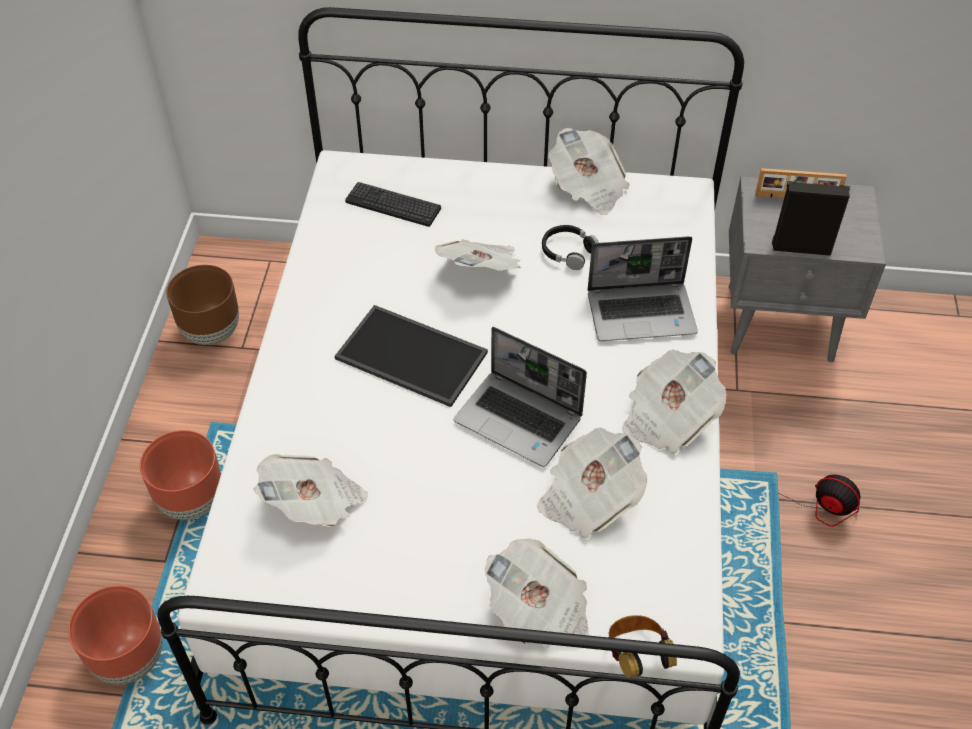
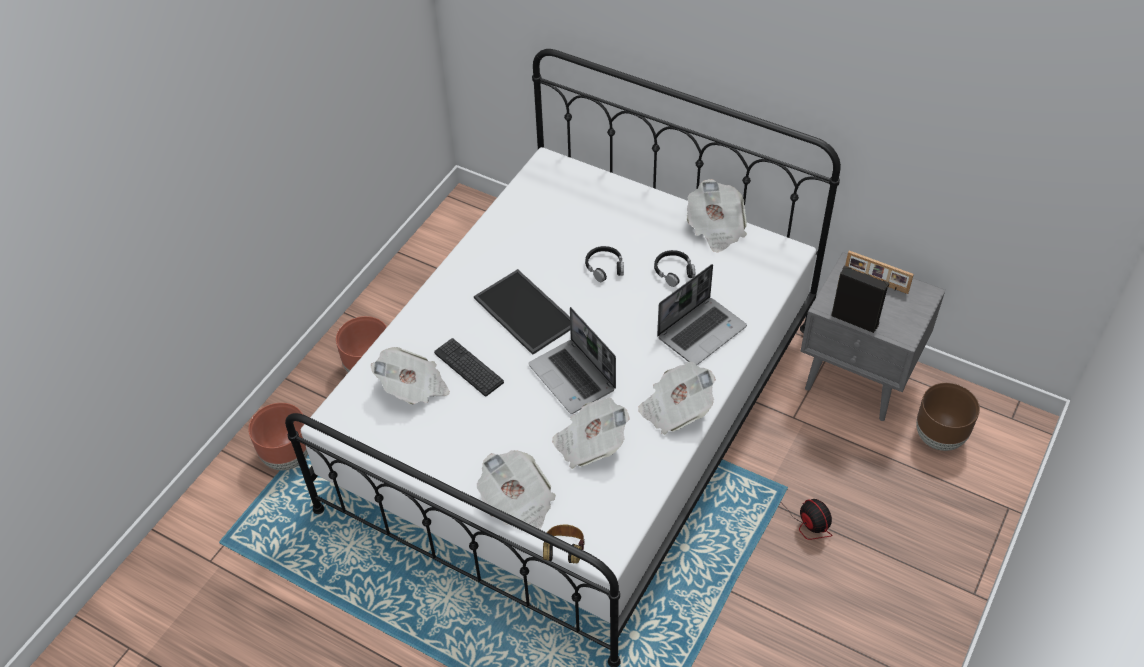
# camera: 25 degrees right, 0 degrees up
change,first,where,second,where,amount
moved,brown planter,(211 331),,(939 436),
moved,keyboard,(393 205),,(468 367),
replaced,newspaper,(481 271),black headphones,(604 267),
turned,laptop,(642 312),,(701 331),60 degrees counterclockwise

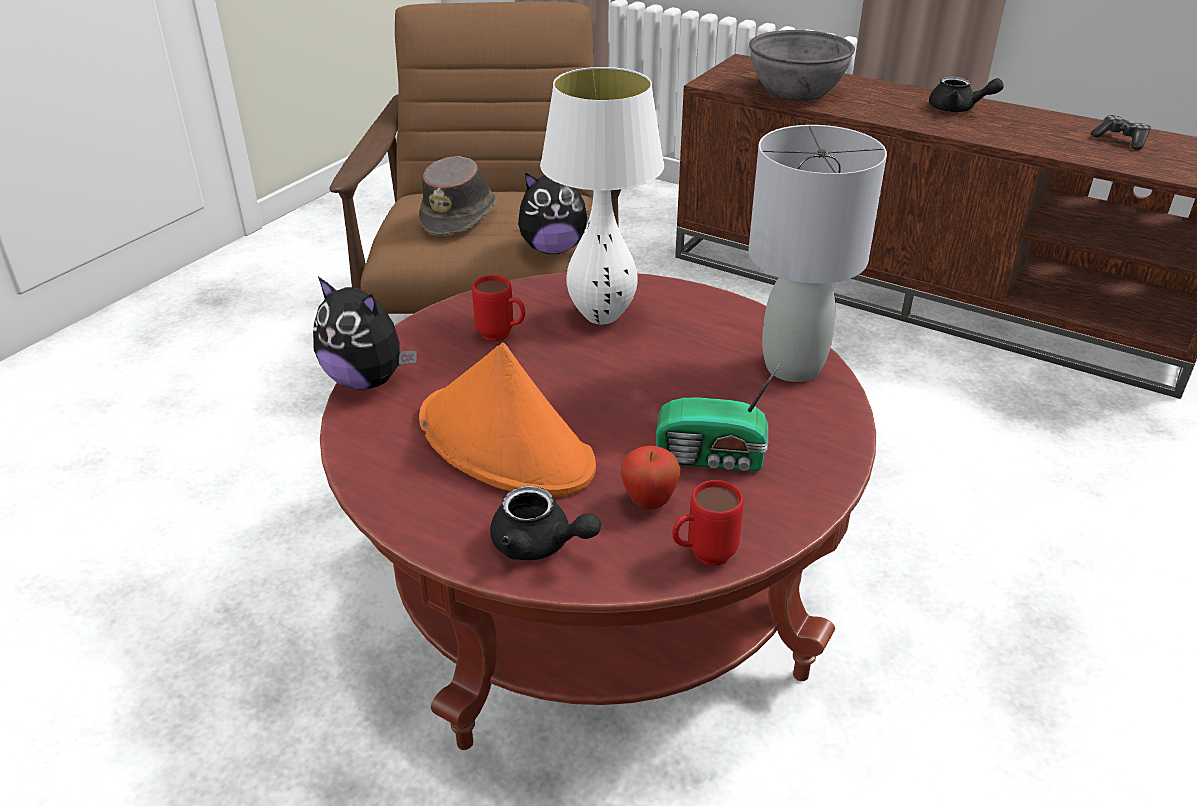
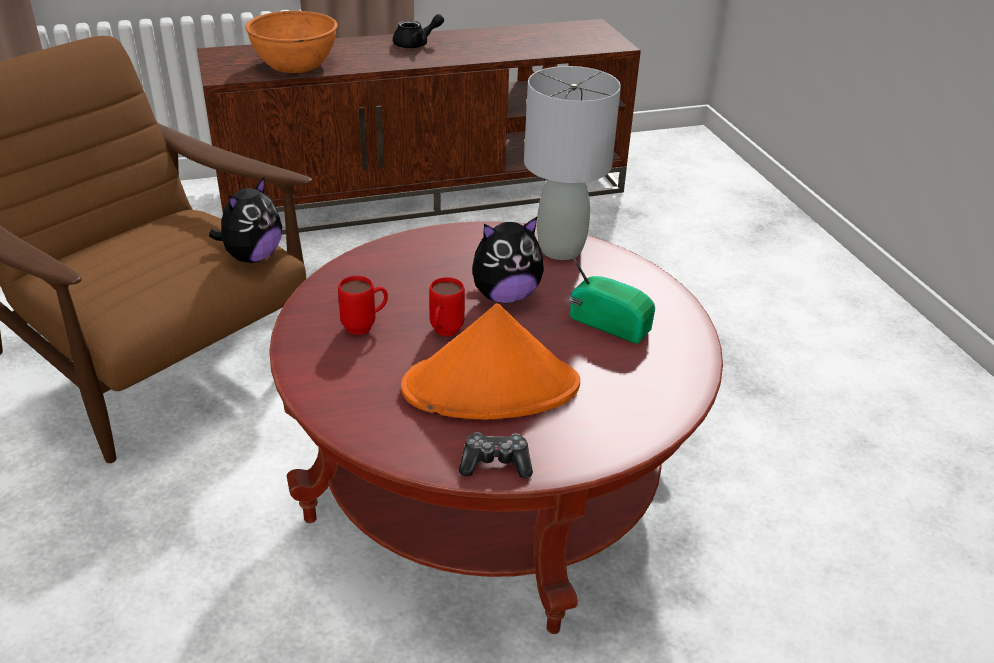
# camera: 50 degrees left, 0 degrees up
change,first,where,second,where,amount
moved,plush toy,(367 380),,(505 296),
removed,brown hat,(460 216),,,
removed,black teapot,(540 545),,,
removed,white table lamp,(602 316),,,
removed,apple,(649 502),,,
turned,radio,(713 458),,(608 323),105 degrees counterclockwise
moved,red mug,(702 556),,(444 333),
recoloured,grey bowl,(796 91),orange bowl,(295 64),
moved,game controller,(1120 140),,(495 463),

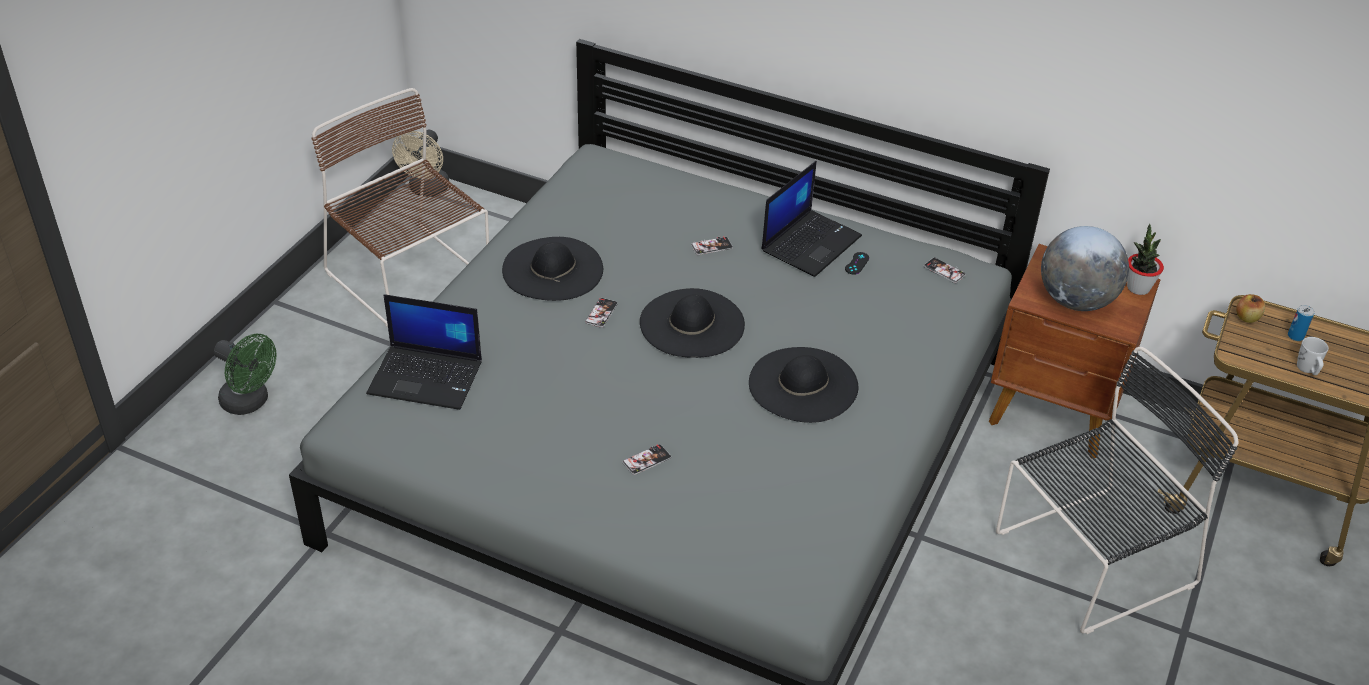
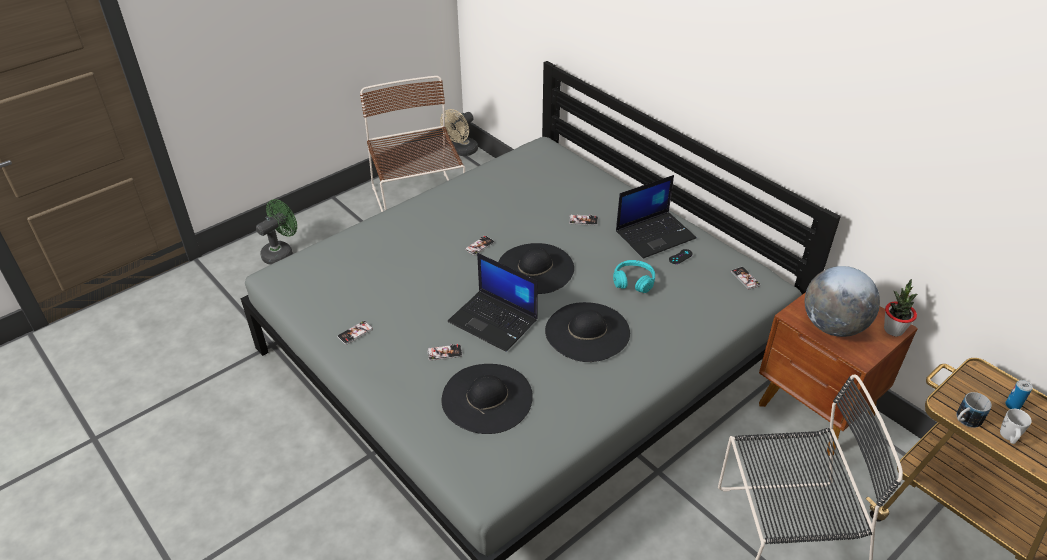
# camera: 25 degrees right, 0 degrees up
change,first,where,second,where,amount
turned,green fan,(250 402),,(281 253),105 degrees counterclockwise
moved,laptop,(427 377),,(494 321),
moved,black hat,(552 269),,(487 398),
removed,apple,(1247 317),,,
added,,,phone,(355 333),
added,,,turquoise headphones,(633 281),
added,,,mug,(965 420),

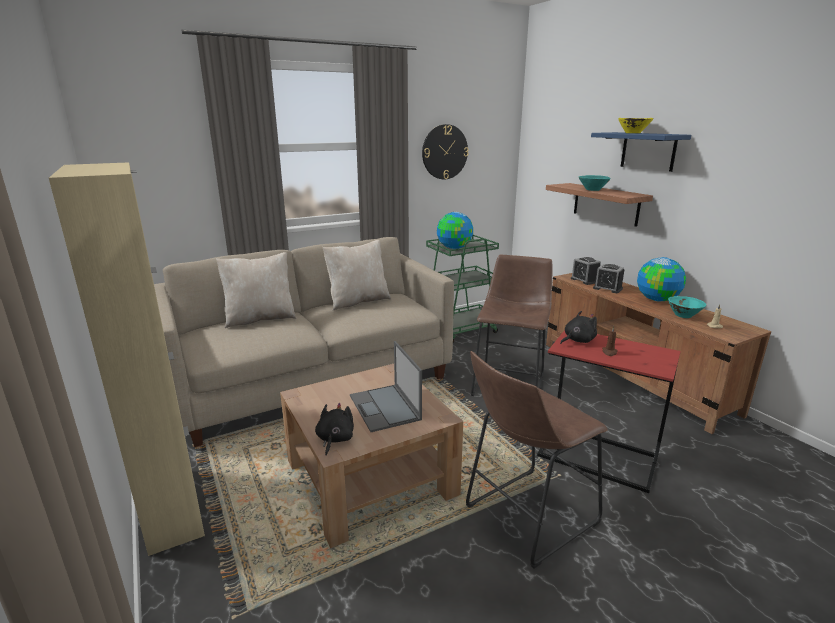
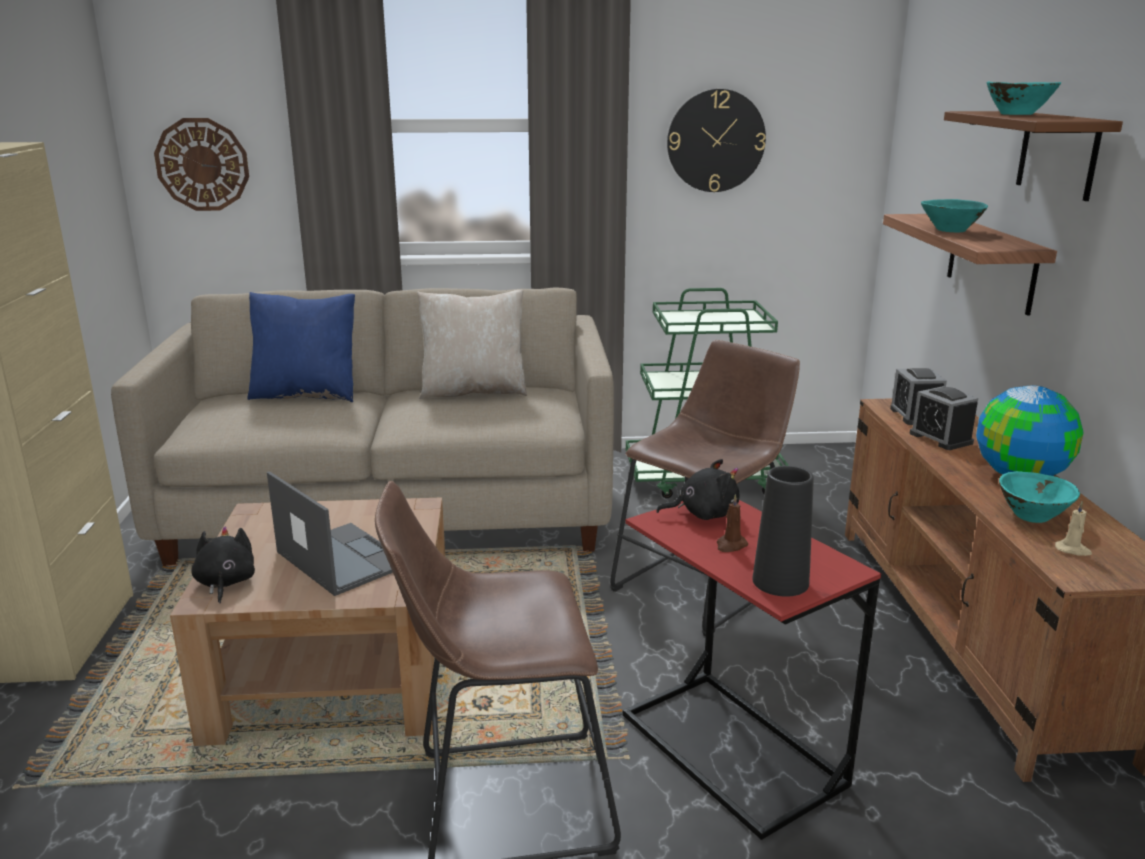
# camera: 25 degrees right, 0 degrees up
change,first,where,second,where,amount
recoloured,beige pillow,(260 319),blue pillow,(306 395),
turned,black plush toy,(334 439),,(225 583),45 degrees counterclockwise
turned,laptop,(385 408),,(341 558),135 degrees clockwise
removed,globe,(454 248),,,
recoloured,blue shelf,(648 151),brown shelf,(1058 154),
recoloured,yellow bowl,(633 133),turquoise bowl,(1018 114),
added,,,wall clock,(202 164),
added,,,black vase,(780 581),

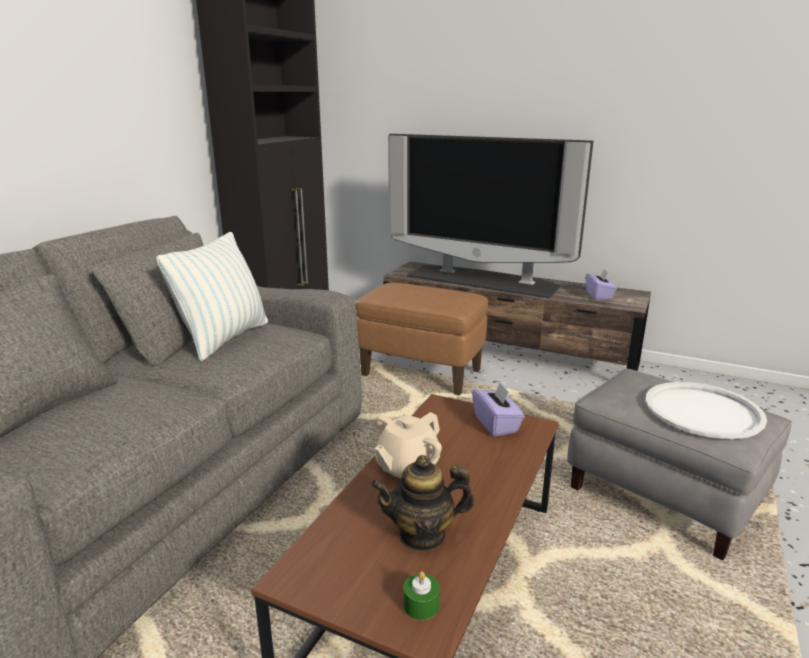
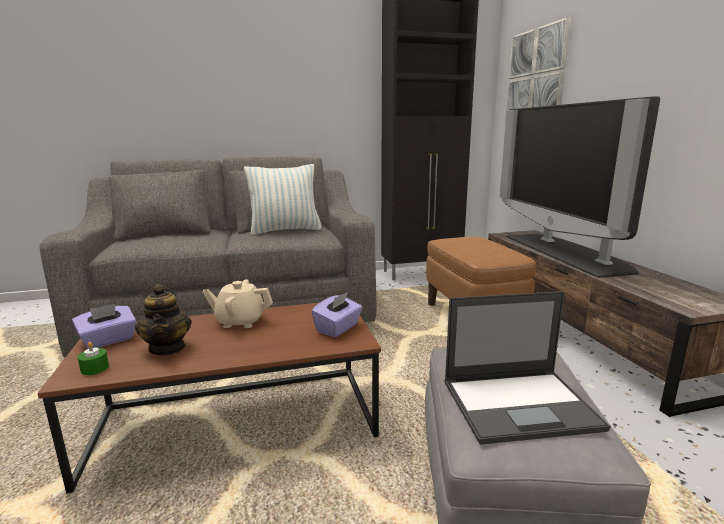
# camera: 50 degrees right, 5 degrees down
change,first,where,second,where,amount
turned,teapot,(422 535),,(168 348),150 degrees counterclockwise
moved,purple tissue box,(599 296),,(108 340),
replaced,white tray,(702 411),laptop,(521 404),
added,,,picture,(536 75),

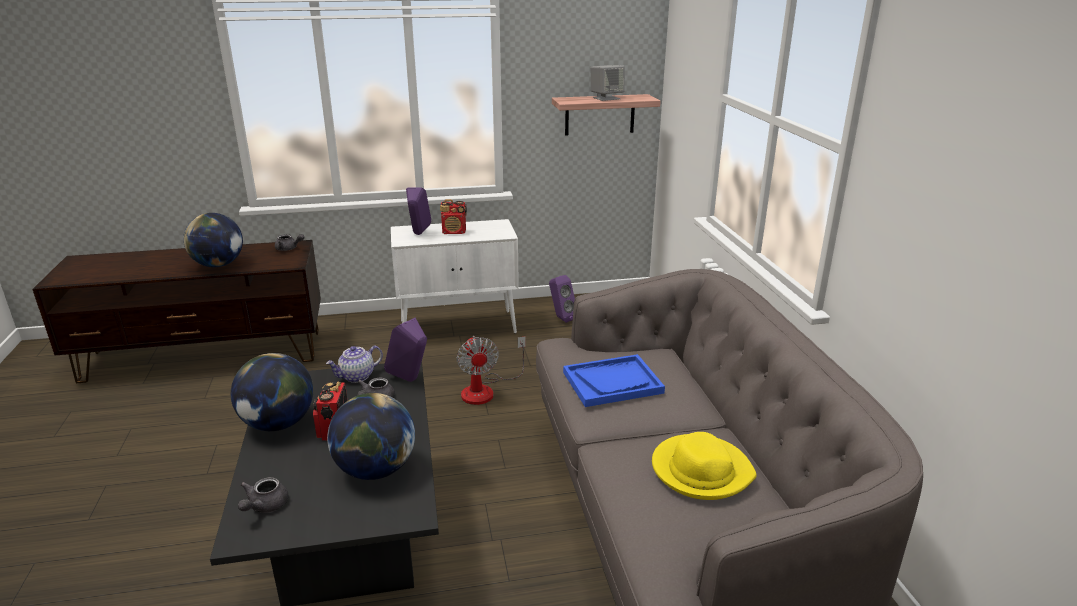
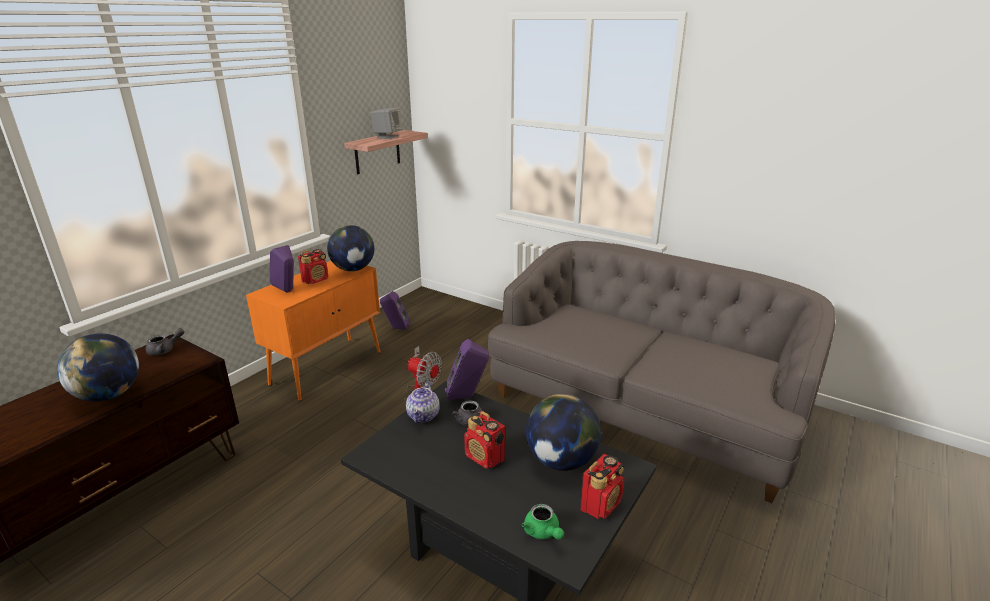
# camera: 45 degrees left, 0 degrees up
change,first,where,second,where,amount
moved,globe,(278 424),,(353 269),
recoloured,grey teapot,(264 506),green teapot,(543 532),
recoloured,white cabinet,(459 327),orange cabinet,(327 367),
removed,blue tray,(612 382),,,
removed,yellow hat,(701 470),,,
added,,,radio,(601 505),

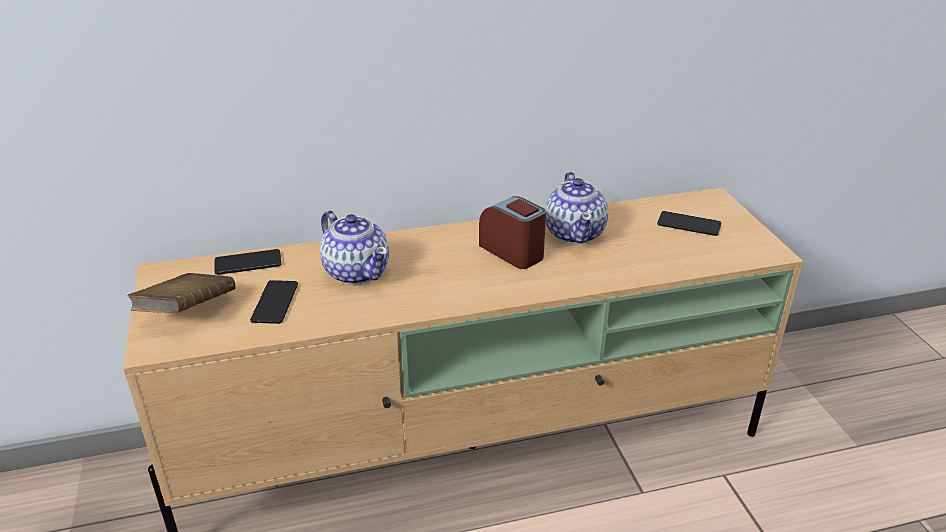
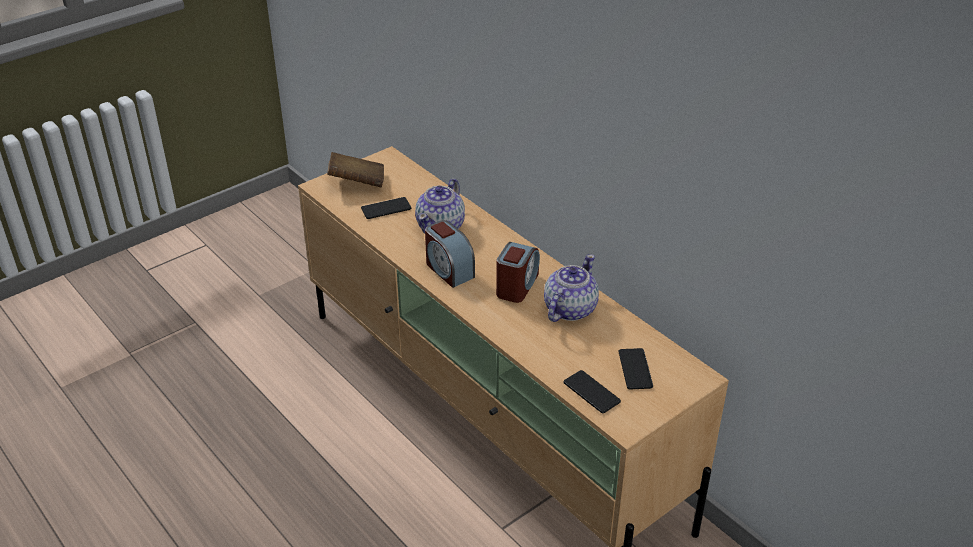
# camera: 65 degrees right, 5 degrees up
change,first,where,second,where,amount
moved,phone,(248 263),,(591 392),
turned,teapot,(575 233),,(569 309),150 degrees clockwise
added,,,alarm clock,(448 270),

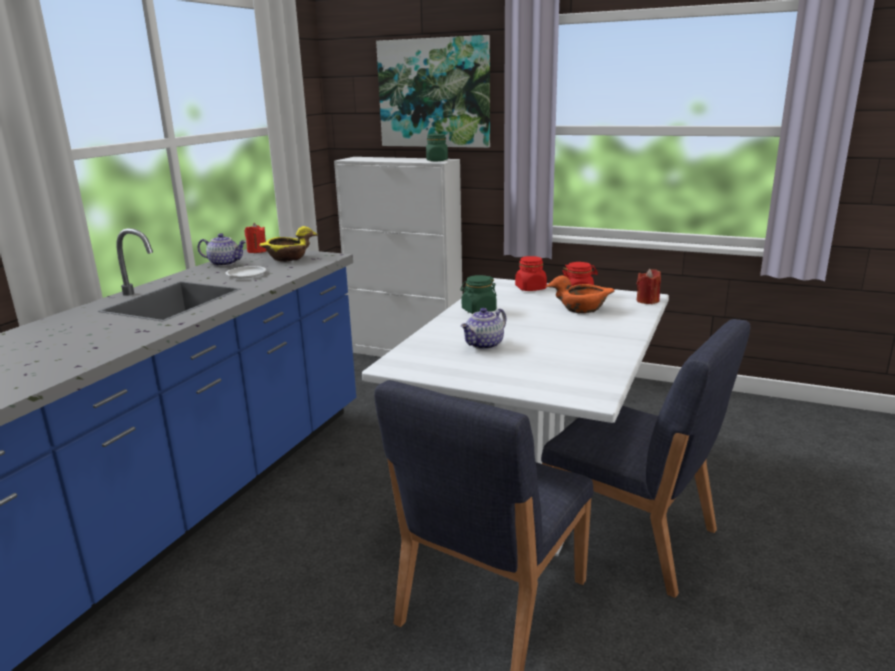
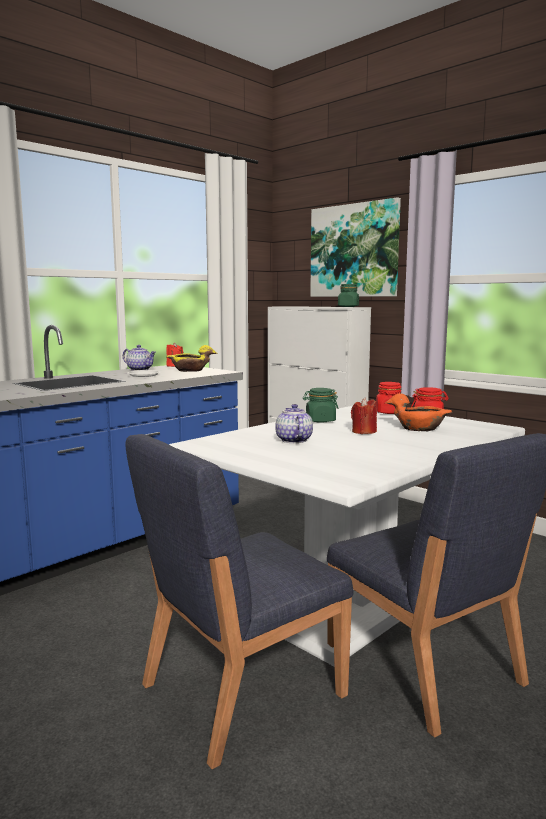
# camera: 20 degrees right, 10 degrees down
change,first,where,second,where,amount
turned,teapot,(484 345),,(293 440),105 degrees clockwise
moved,red candle,(647 301),,(363 432),

